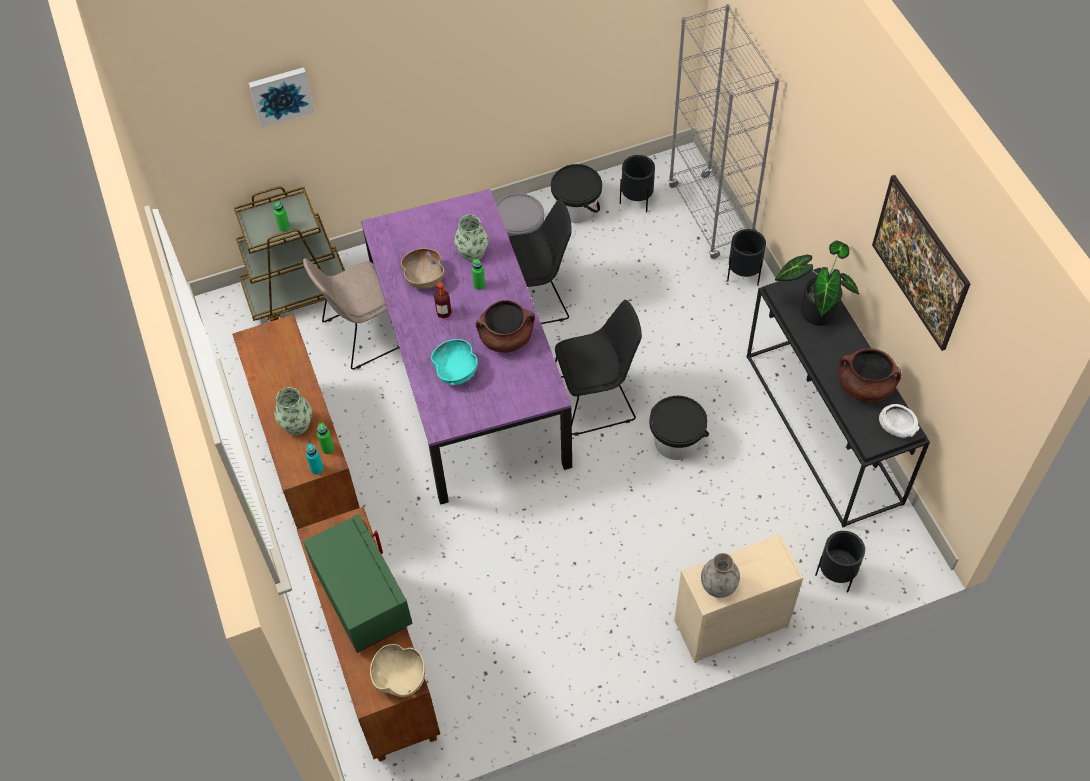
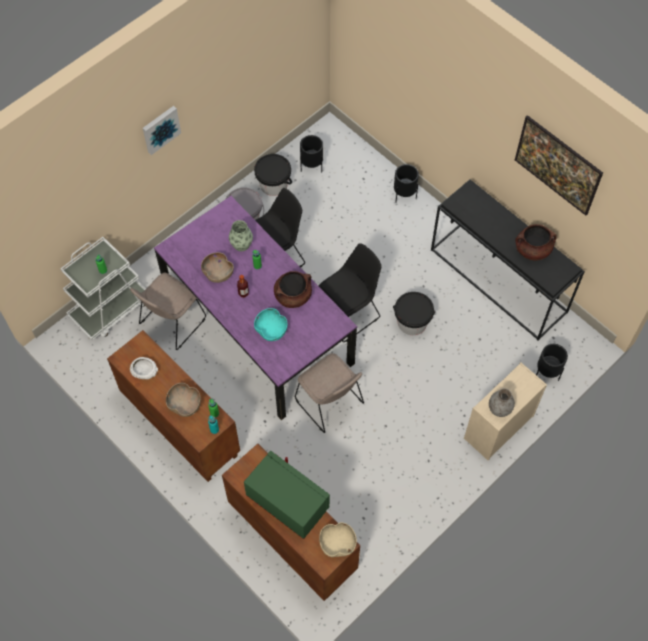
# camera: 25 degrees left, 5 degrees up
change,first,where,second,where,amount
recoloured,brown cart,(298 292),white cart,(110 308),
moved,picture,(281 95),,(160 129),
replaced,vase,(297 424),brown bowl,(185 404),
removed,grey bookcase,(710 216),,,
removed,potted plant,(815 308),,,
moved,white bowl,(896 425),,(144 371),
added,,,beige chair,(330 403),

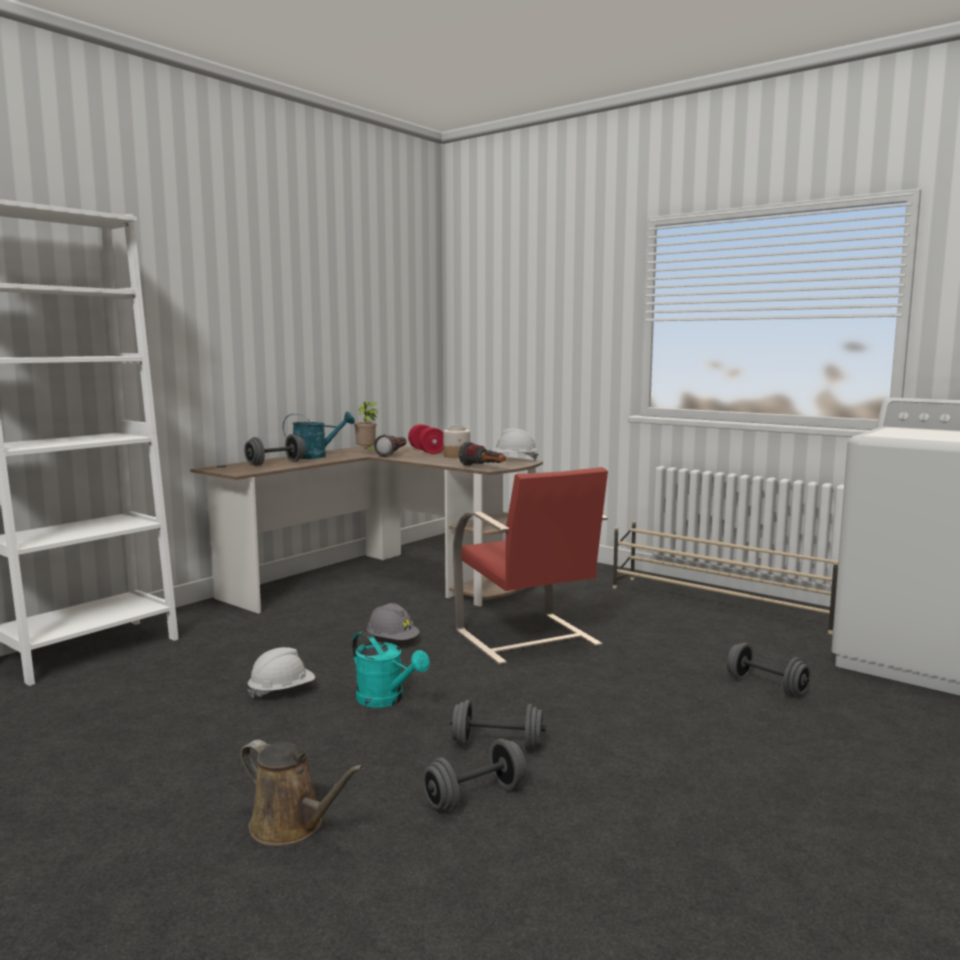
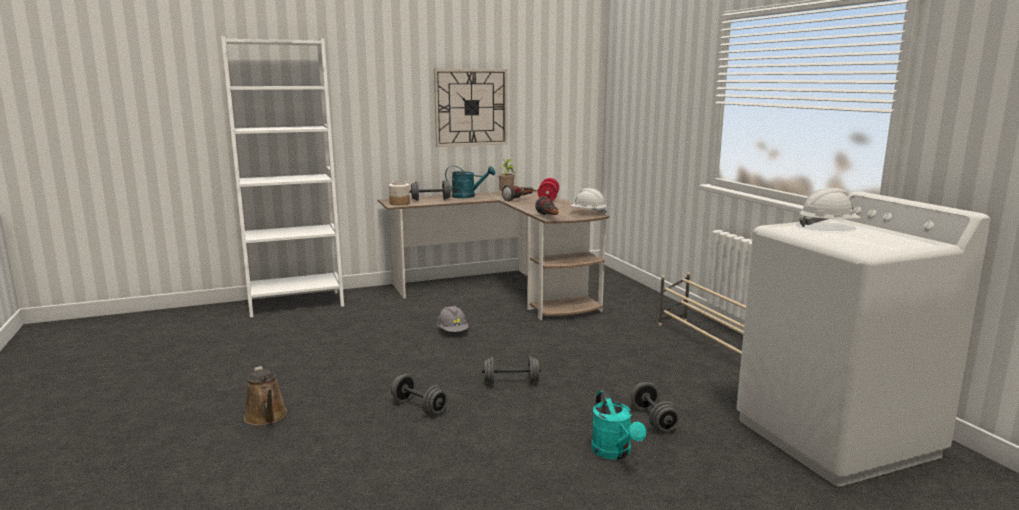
# camera: 30 degrees right, 5 degrees up
change,first,where,second,where,amount
moved,white hard hat,(282 691),,(828 226),
moved,turquoise watering can,(386 700),,(615 453),
moved,grey dumbbell,(475 796),,(511 383),
moved,jar,(457 456),,(399 203),
removed,red chair,(528 639),,,
added,,,wall clock,(471 107),

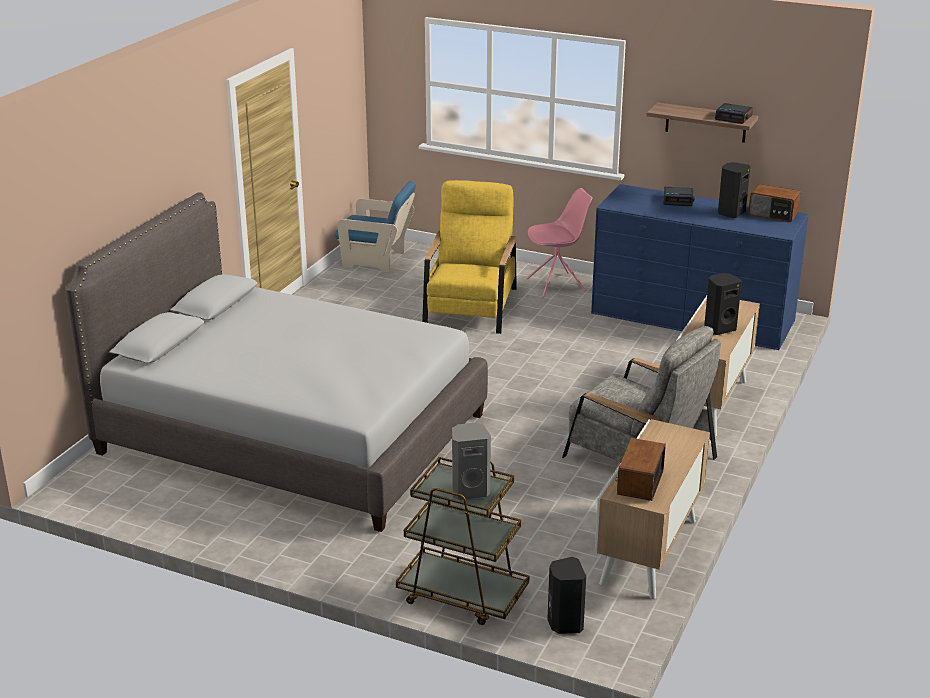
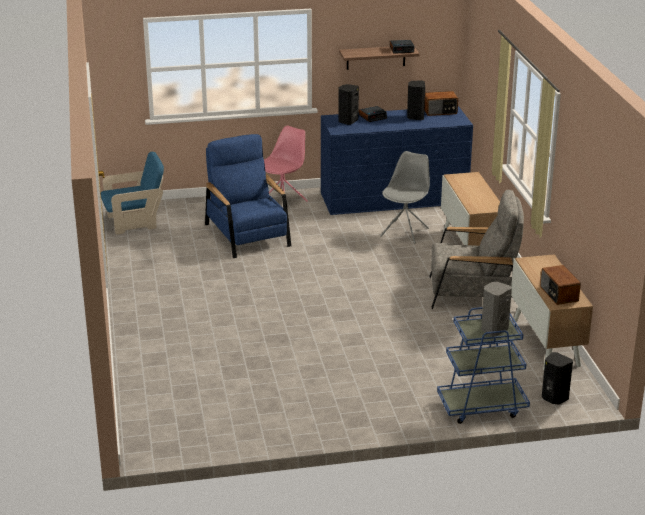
# camera: 35 degrees left, 0 degrees up
change,first,where,second,where,amount
removed,grey bed,(292 433),,,
recoloured,brown cart,(462 595),blue cart,(481 406),
recoloured,yellow armchair,(471 308),blue armchair,(248 235),
moved,black speaker,(719 328),,(347 121),
added,,,grey chair,(405 232),

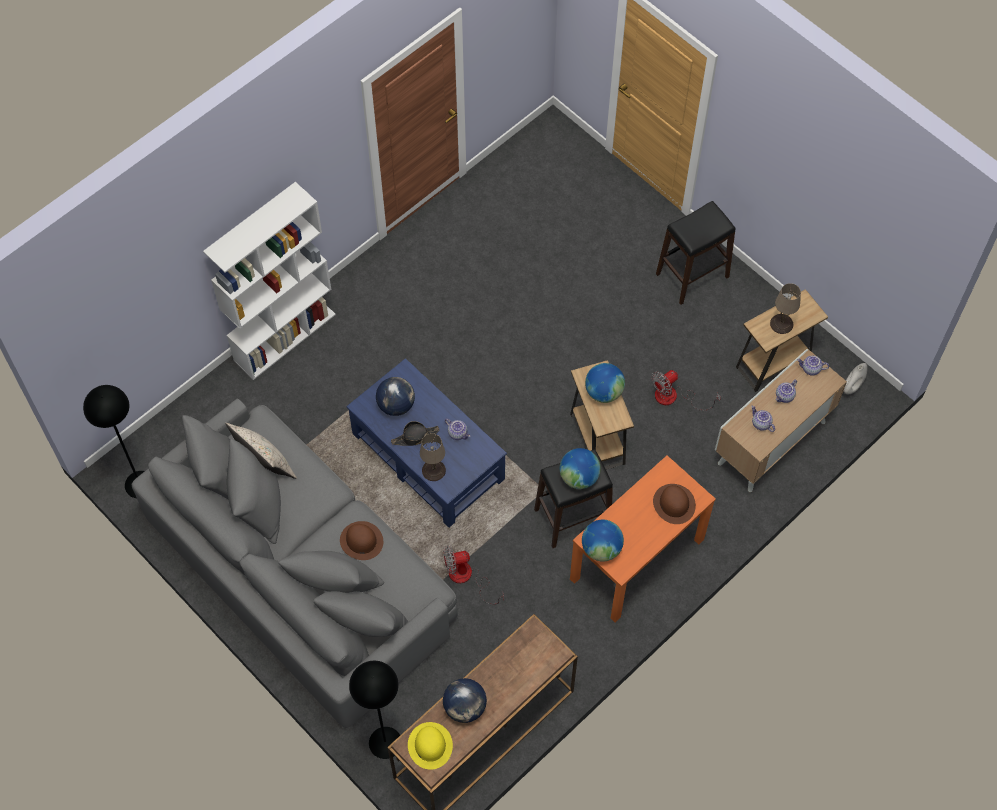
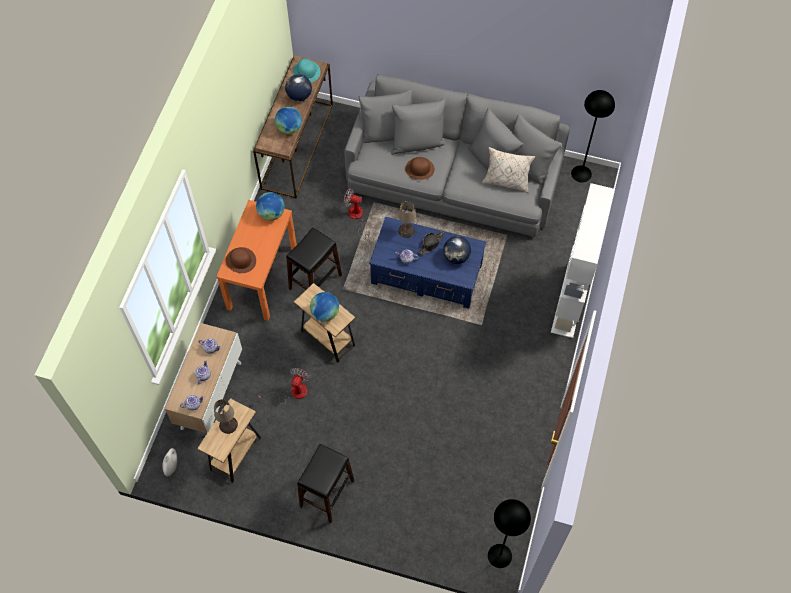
# camera: 150 degrees right, 0 degrees up
change,first,where,second,where,amount
moved,black floor lamp,(384 742),,(500 555),
recoloured,yellow hat,(430 745),turquoise hat,(306 71),
turned,fan,(467 578),,(357 217),120 degrees counterclockwise
moved,globe,(579 477),,(289 128),

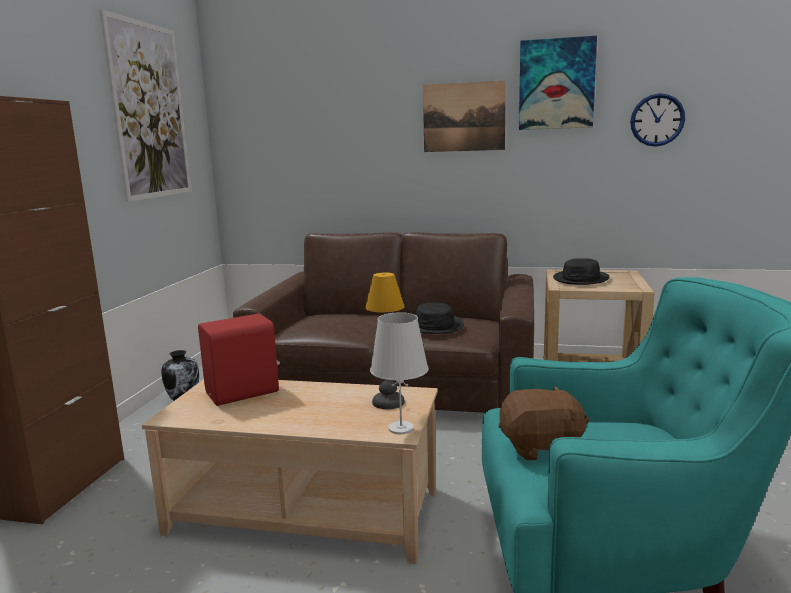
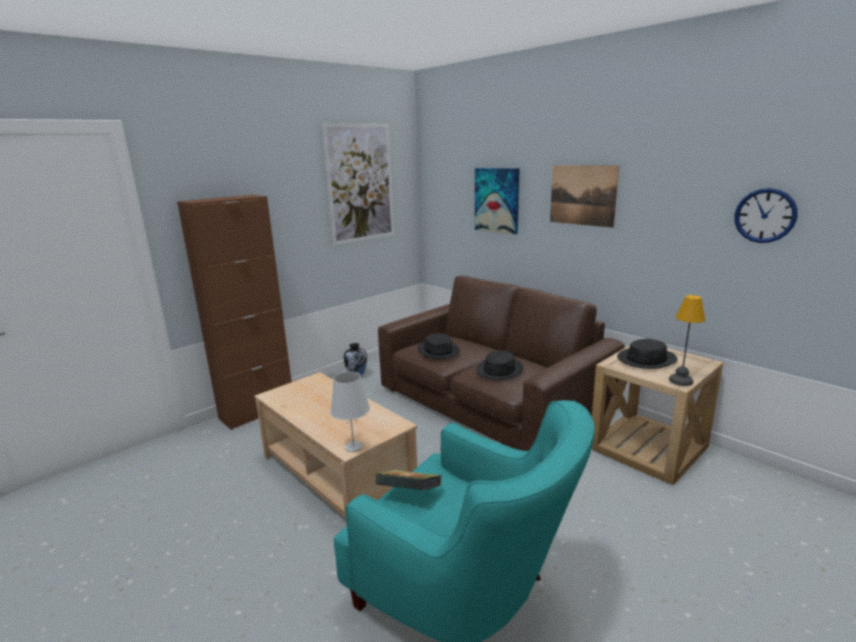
# camera: 35 degrees right, 5 degrees up
change,first,where,second,where,amount
removed,red speaker,(244 393),,,
moved,table lamp,(388 402),,(680 381),
replaced,brown plush toy,(541 447),book,(409 495),
moved,picture,(556 84),,(497 200),
added,,,black hat,(438 350),

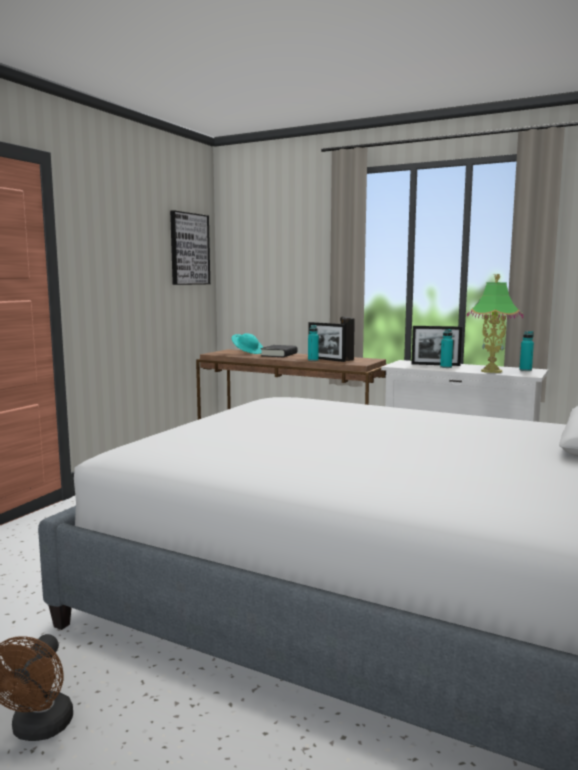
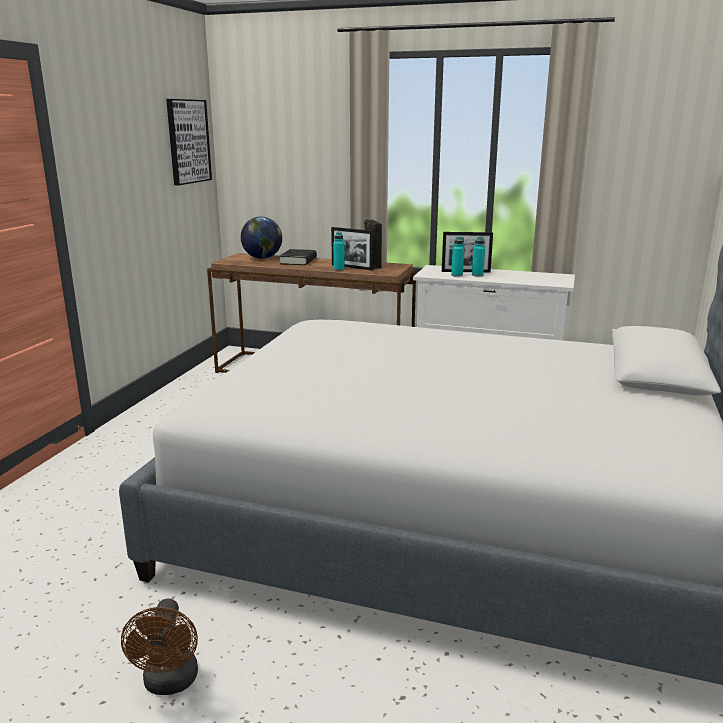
# camera: 10 degrees left, 10 degrees up
change,first,where,second,where,amount
replaced,turquoise hat,(248 352),globe,(262 258),
removed,table lamp,(491 371),,,
moved,turquoise bottle,(525 370),,(457 275),

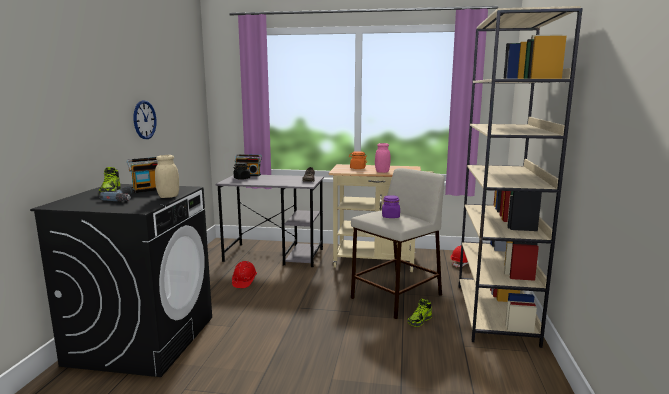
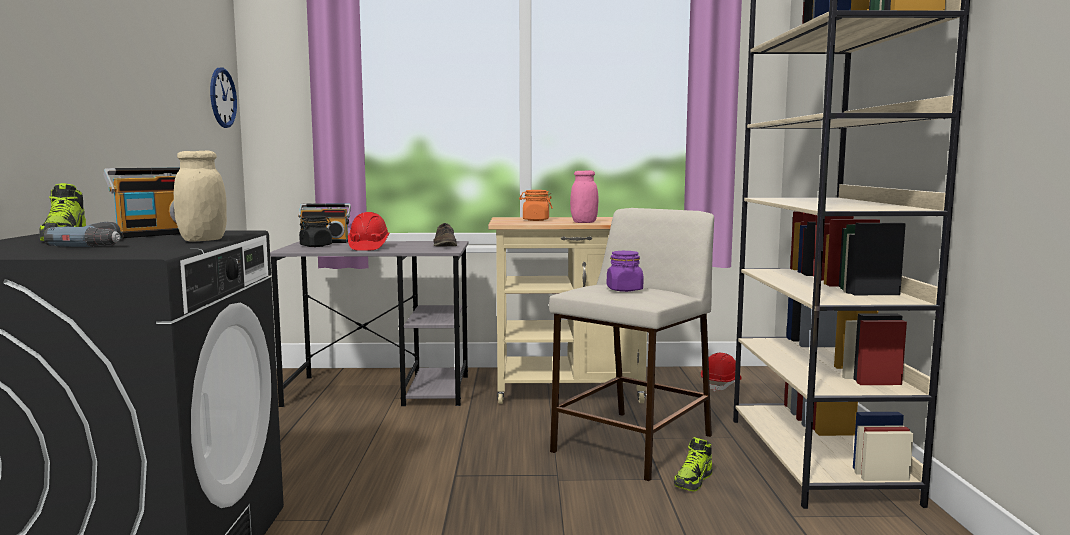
# camera: 10 degrees left, 5 degrees down
change,first,where,second,where,amount
moved,wall clock,(144 119),,(222 97),
moved,red hard hat,(244 282),,(368 247),

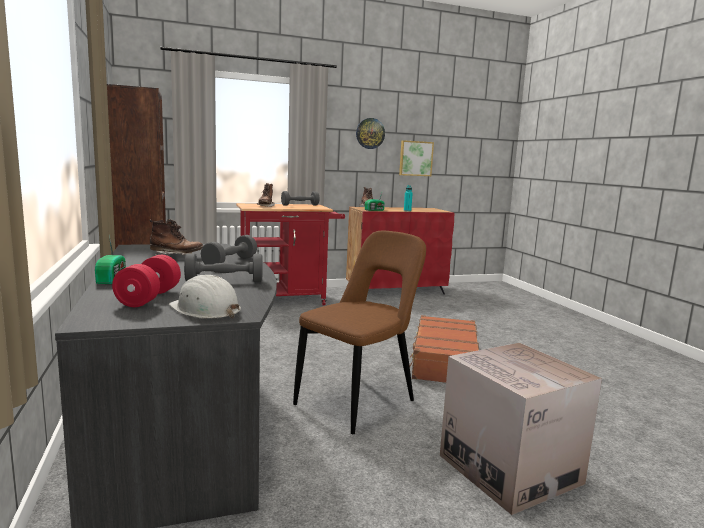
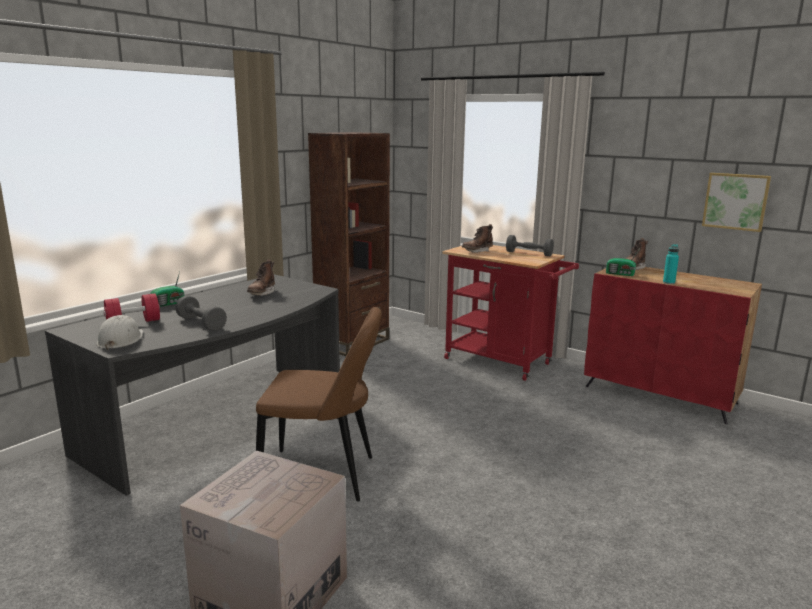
# camera: 55 degrees right, 5 degrees up
change,first,where,second,where,amount
turned,brown boot,(176 256),,(261 293),45 degrees clockwise
removed,grey dumbbell,(230 262),,,
removed,wall clock,(370 133),,,
removed,brown suitcase,(443 361),,,

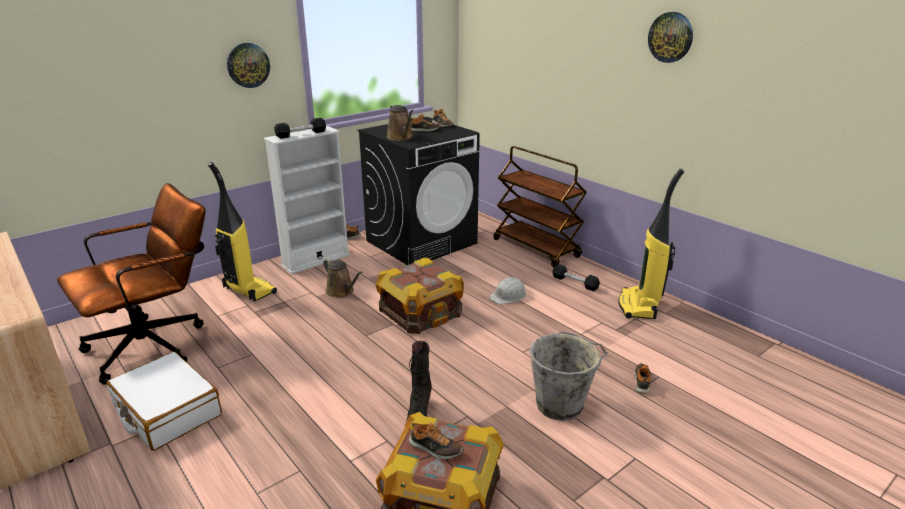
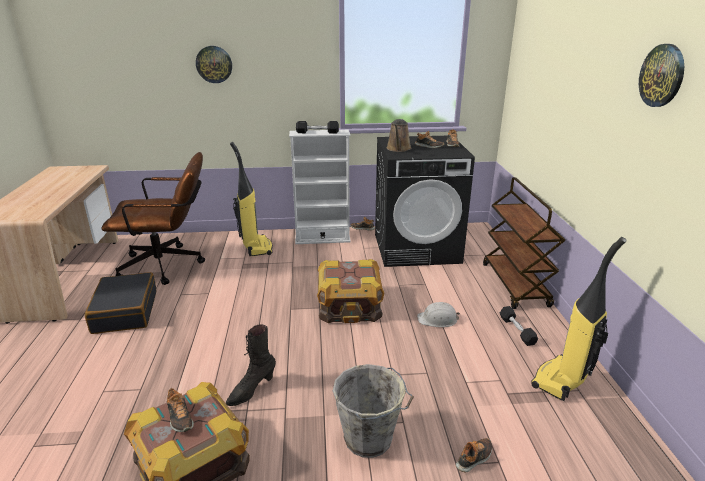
# camera: 35 degrees right, 0 degrees up
change,first,where,second,where,amount
recoloured,white suitcase,(167 411),black suitcase,(125 312),
moved,wall clock,(248 65),,(214 64),
removed,brown watering can,(341 291),,,

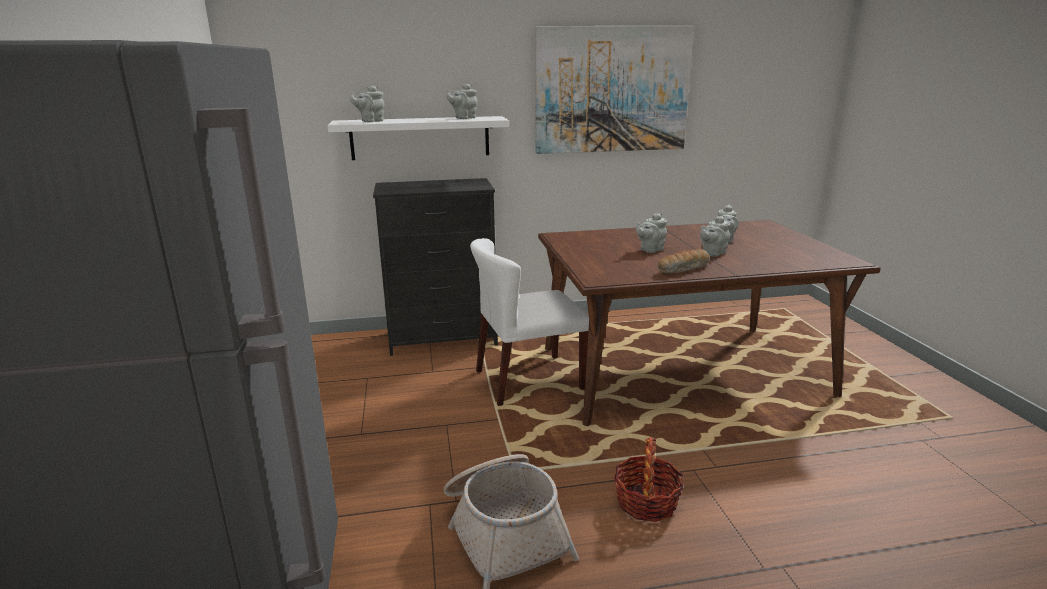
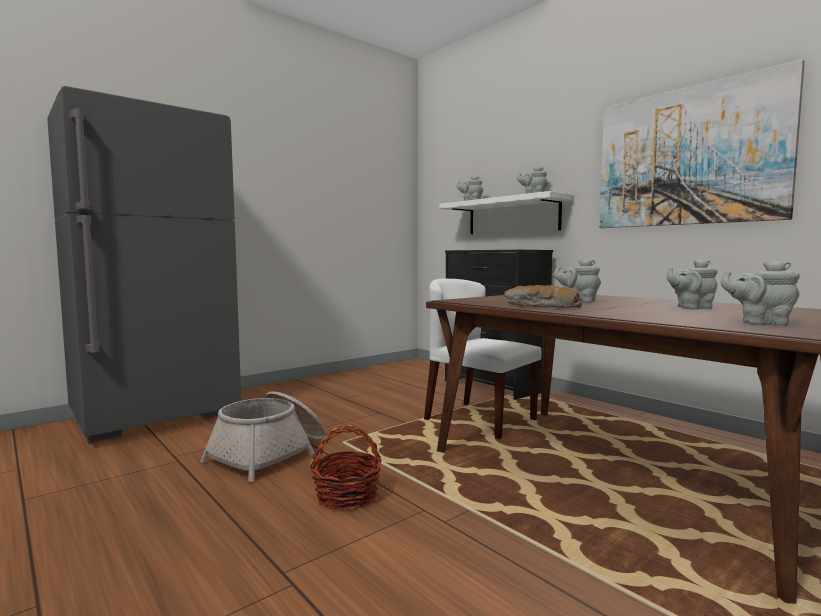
# camera: 60 degrees right, 15 degrees down
change,first,where,second,where,amount
moved,grey teapot,(712 253),,(760 323),

